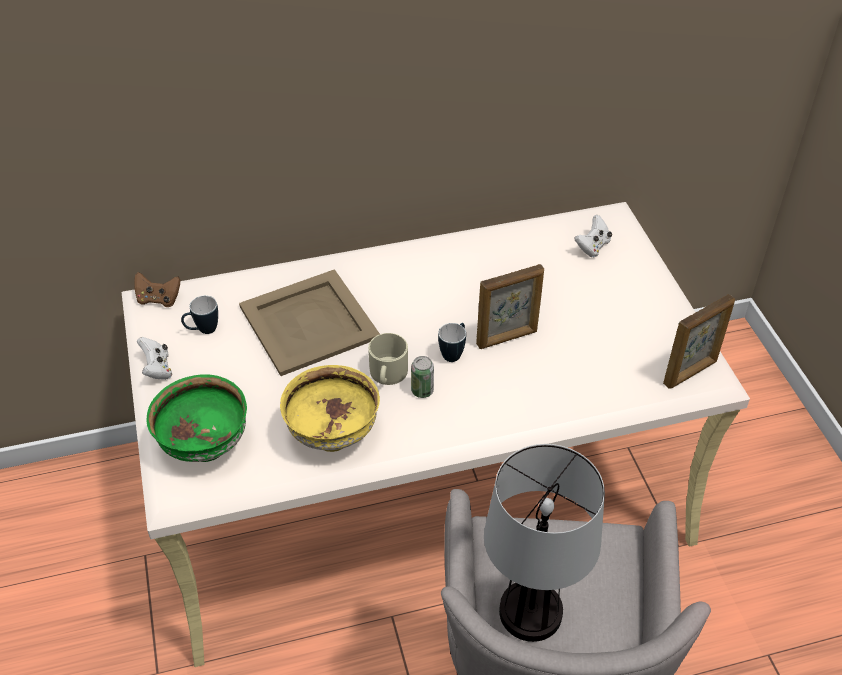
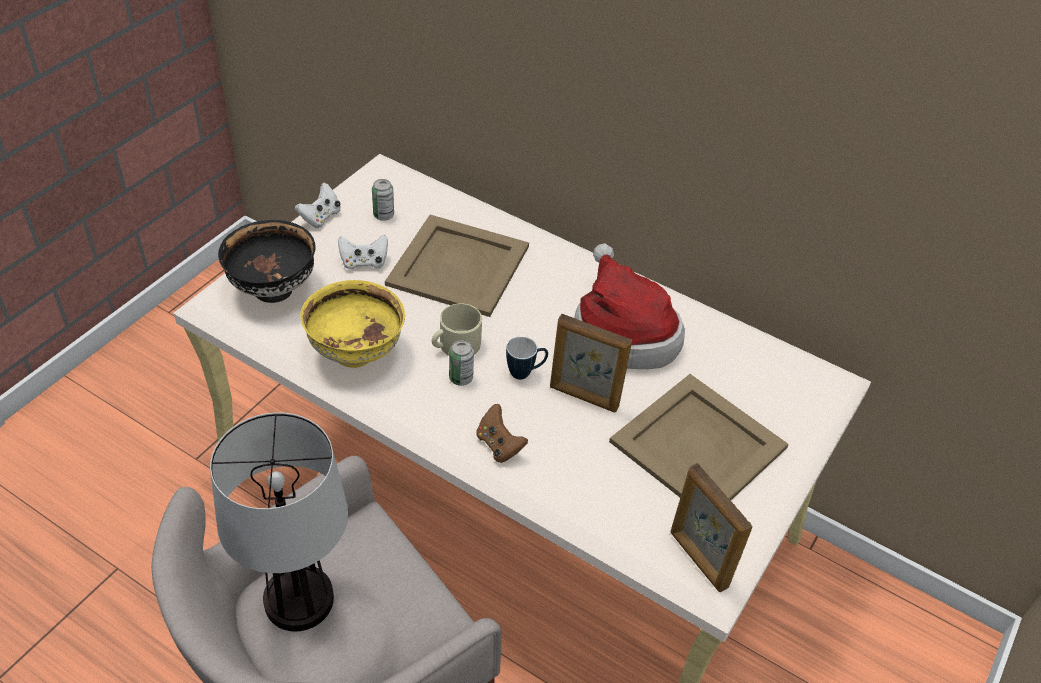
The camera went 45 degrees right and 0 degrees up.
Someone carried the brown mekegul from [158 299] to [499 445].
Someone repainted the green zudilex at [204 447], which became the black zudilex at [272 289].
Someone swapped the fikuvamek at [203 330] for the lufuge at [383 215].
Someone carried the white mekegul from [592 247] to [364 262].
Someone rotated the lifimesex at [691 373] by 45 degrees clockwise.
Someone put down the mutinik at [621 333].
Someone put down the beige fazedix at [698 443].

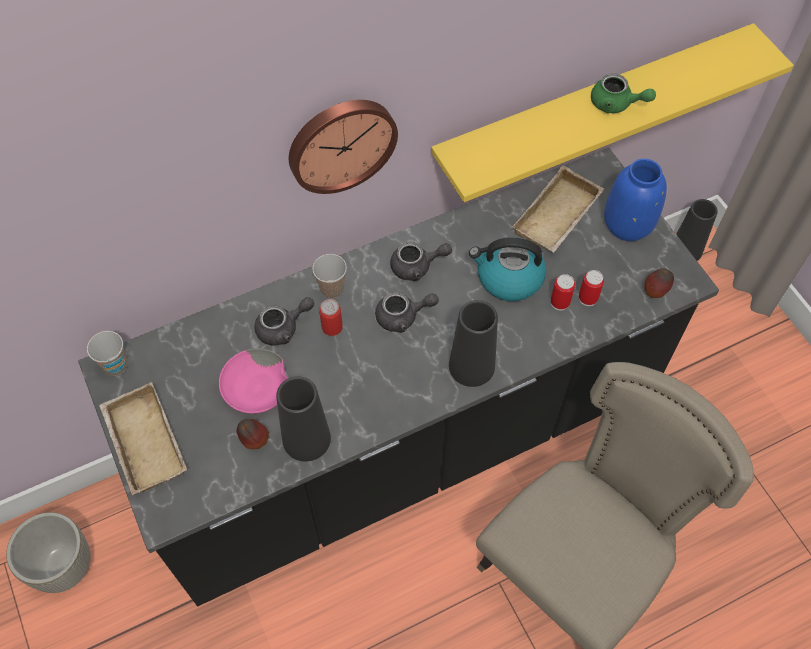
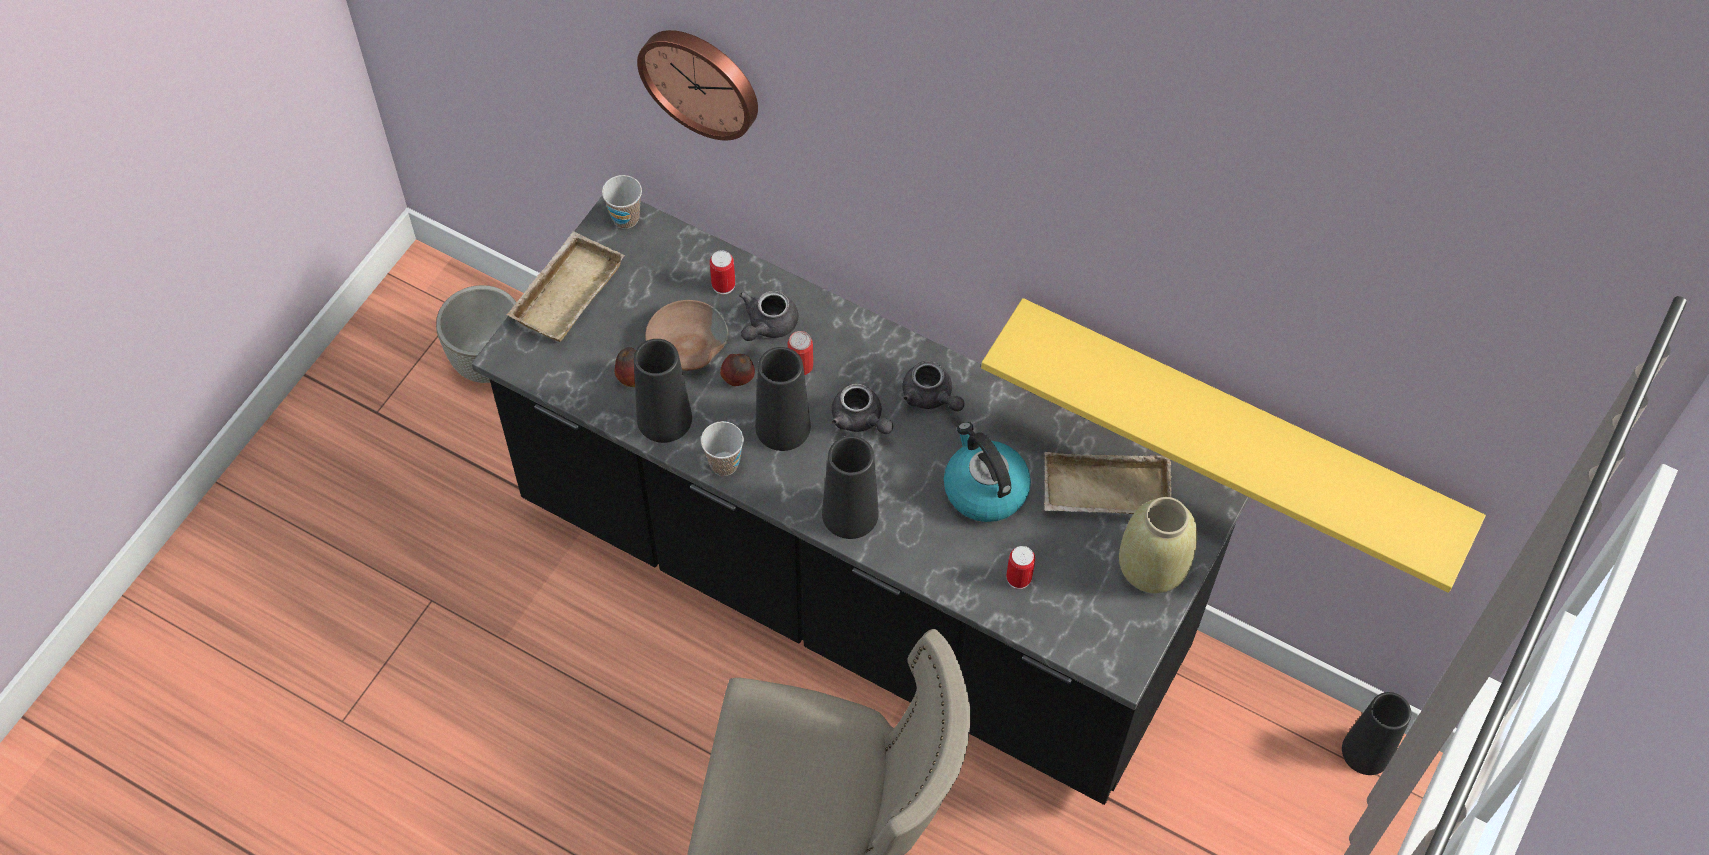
The camera went 55 degrees right and 0 degrees up.
Someone repainted the pink zudilex at [256 389], which became the brown zudilex at [686 345].
Someone rotated the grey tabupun at [283 328] by 90 degrees clockwise.
Someone carried the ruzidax from [340 143] to [701 80].
Someone carried the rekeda from [332 289] to [724 463].
Someone carried the lufuge from [560 302] to [723 285].
Someone took away the green tabupun at [616 104].
Someone repainted the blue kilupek at [627 225], which became the beige kilupek at [1150 567].
Someone carried the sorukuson from [655 292] to [738 380].
Someone put down the black kilupek at [783 427].

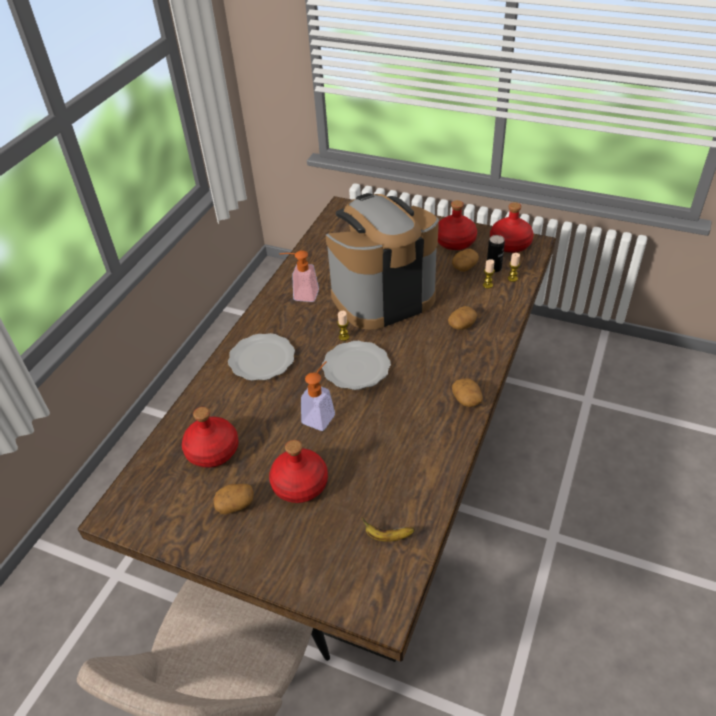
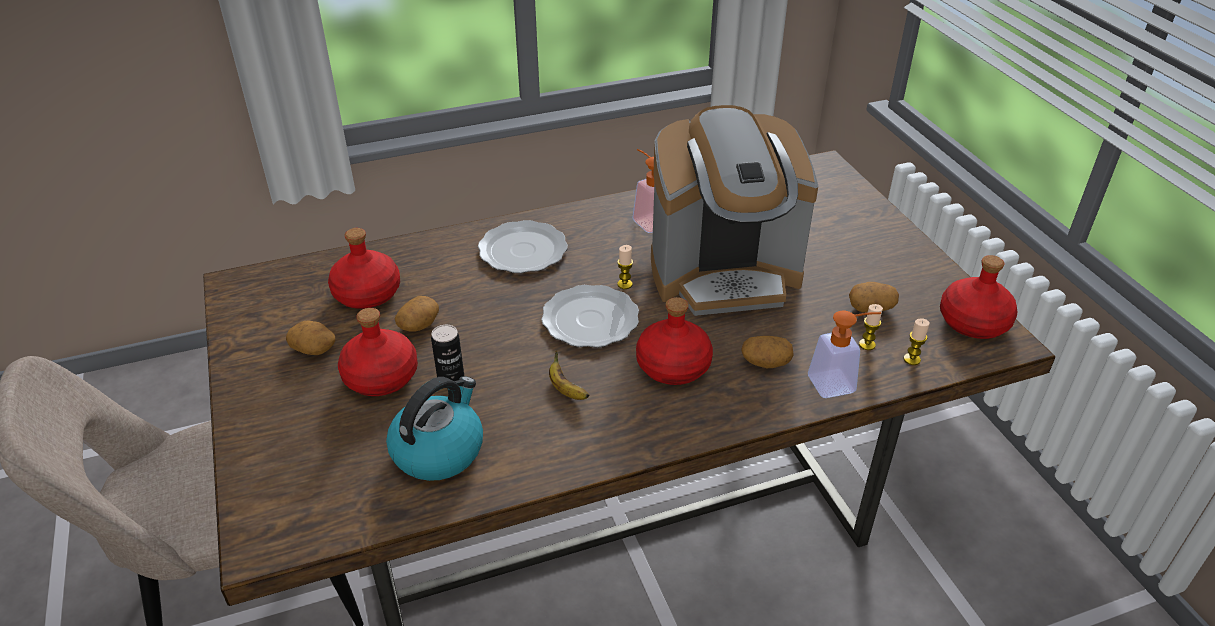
The camera went 45 degrees right and 5 degrees down.
Someone carried the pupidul from [321 415] to [839 382].
Someone rotated the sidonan at [382 297] by 150 degrees clockwise.
Someone carried the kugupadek from [387 536] to [566 390].
Someone carried the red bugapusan from [454 241] to [673 365].
Someone carried the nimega from [467 399] to [419 324].
Someone carried the lufuge from [493 268] to [451 379].
Someone put down the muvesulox at [438 450].

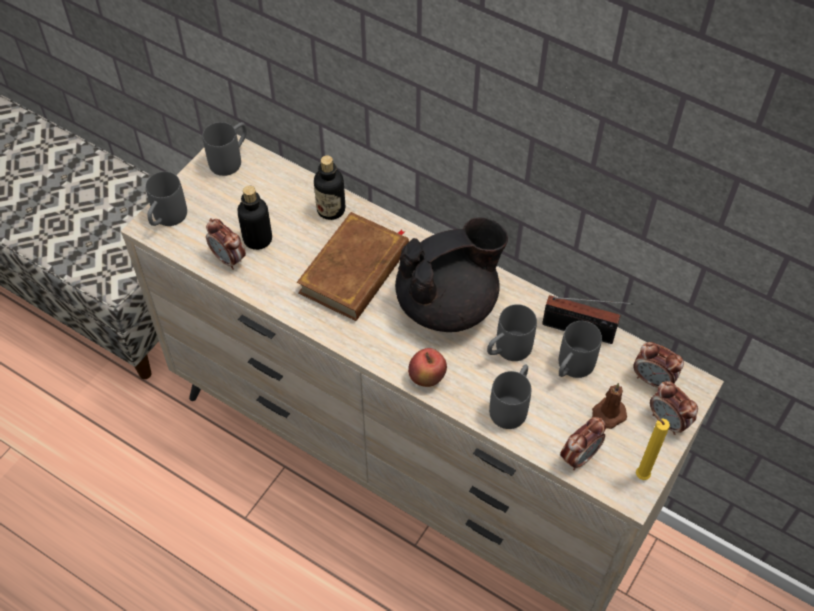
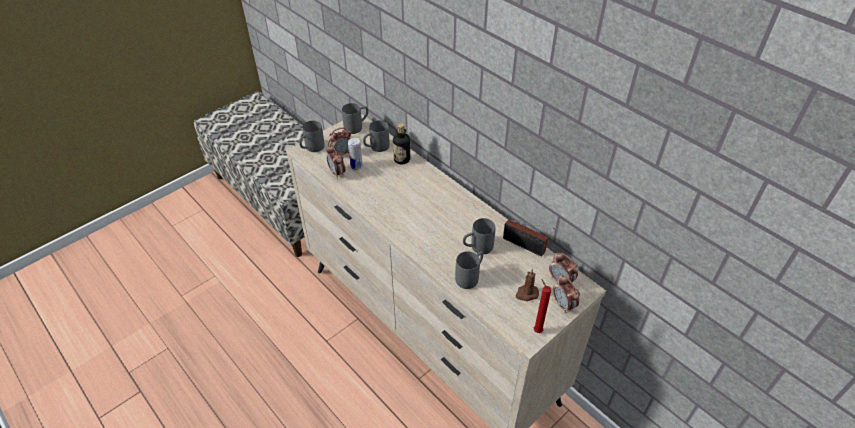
The camera went 15 degrees right and 10 degrees down.
Someone swapped the bugapusan at [257 239] for the lufuge at [356 166].
Someone took away the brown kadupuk at [355 271].
Someone took away the black tabupun at [448 303].
Someone took away the sorukuson at [427 378].
Someone carried the grey fikuvamek from [571 369] to [376 148].
Someone carried the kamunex from [579 456] to [341 153].
Someone repainted the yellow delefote at [639 474], which became the red delefote at [536 330].

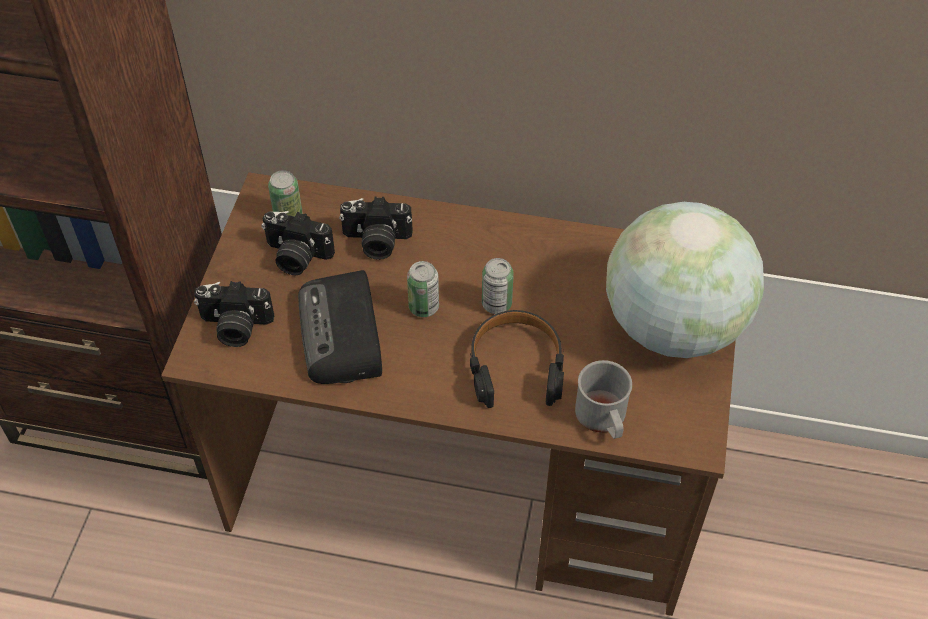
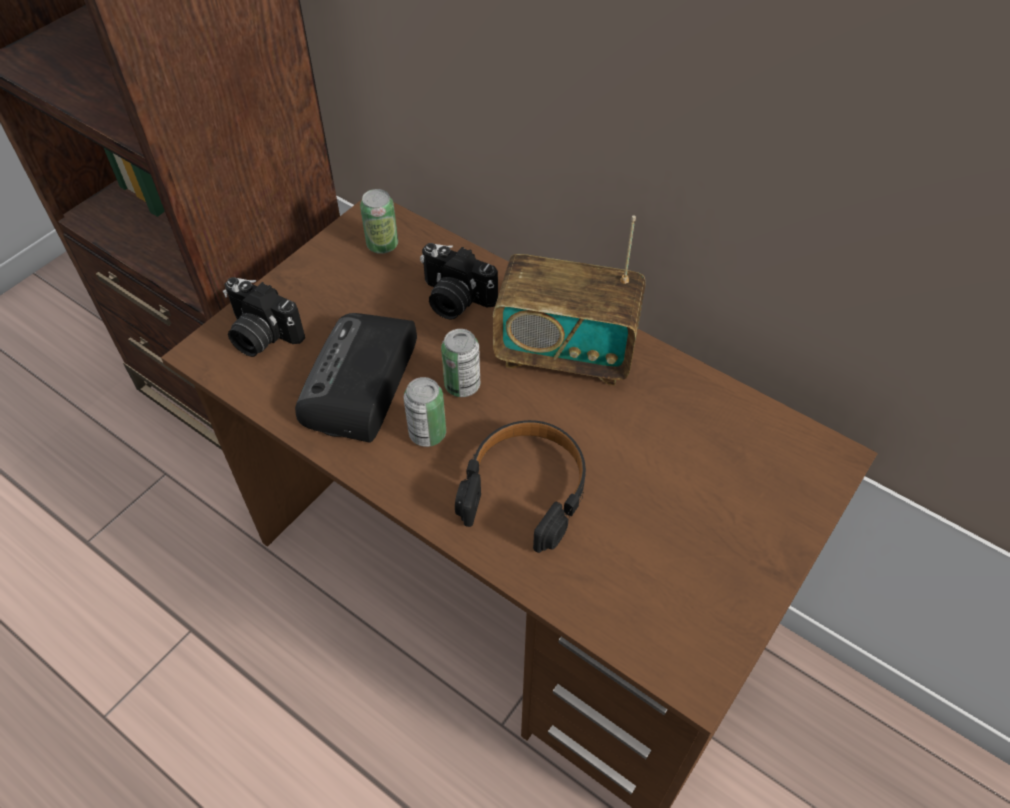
The camera went 25 degrees right and 0 degrees up.
Someone took away the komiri at [296 257].
Someone carried the lufuge from [496 304] to [427 433].
Someone took away the grey fikuvamek at [603 419].
Someone took away the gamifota at [672 326].
Someone put down the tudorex at [565 353].

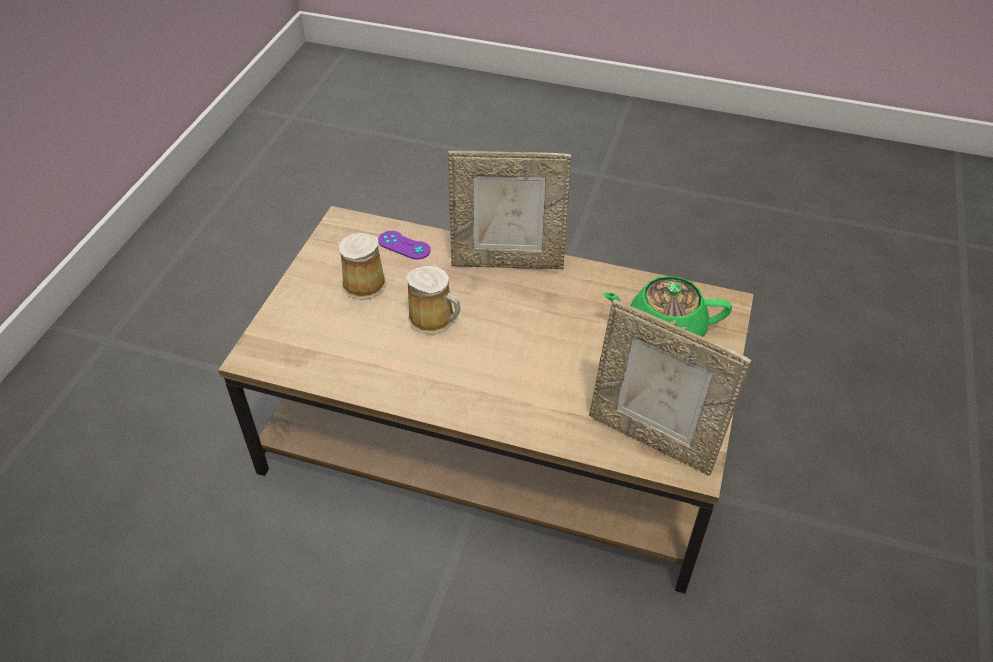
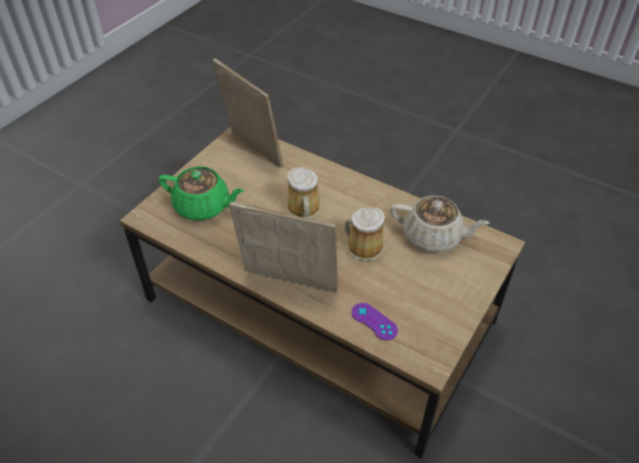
The camera went 165 degrees left and 0 degrees up.
Someone carried the fikuvamek from [363 282] to [304 210].
Someone put down the beige tabupun at [433 237].

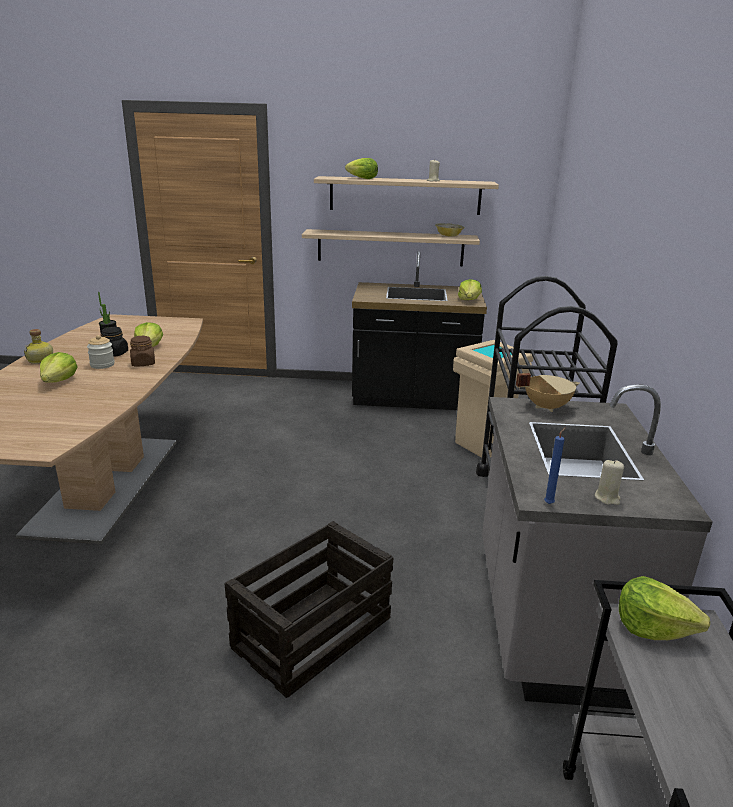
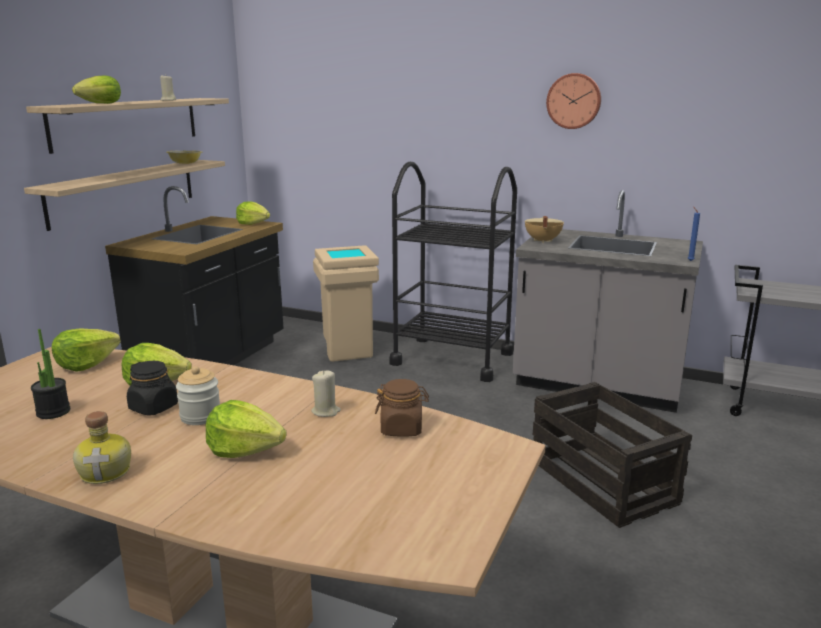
The camera went 70 degrees left and 5 degrees down.
Someone carried the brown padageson from [143 363] to [402 429].
Someone carried the beige delefote from [607 498] to [326 411].
Someone carried the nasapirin from [652 627] to [86 364].
Someone put up the ruzidax at [574 101].

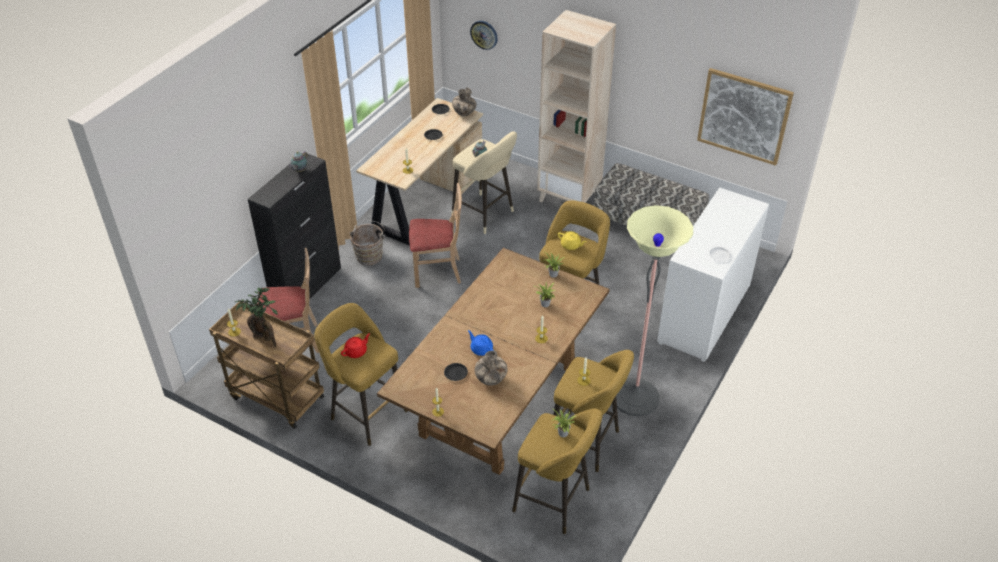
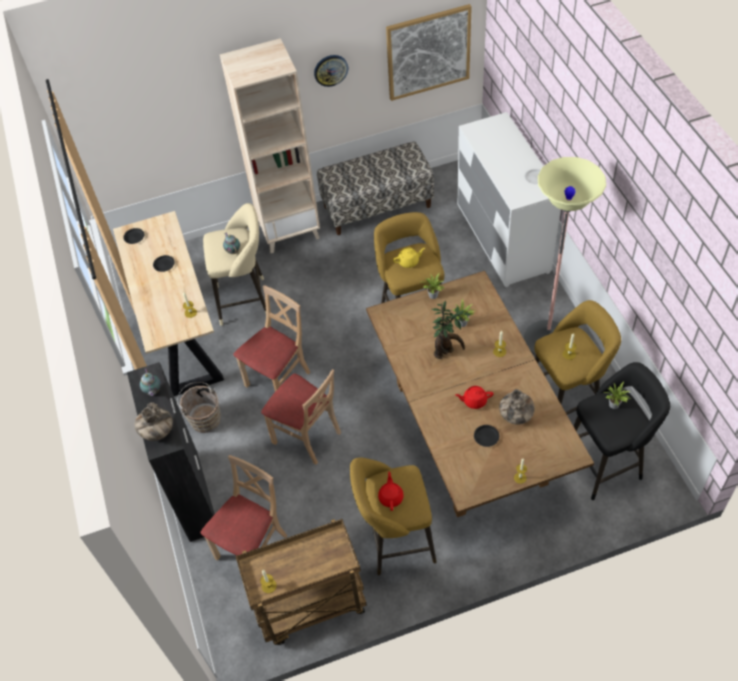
The camera went 45 degrees left and 10 degrees up.
Someone carried the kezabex from [265 338] to [446 352].
Someone carried the kilupek from [464 113] to [157 432].
Someone repainted the blue tabupun at [481 349], which became the red tabupun at [474 401].
Someone carried the ruzidax from [484 34] to [330 70].
Someone repainted the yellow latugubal at [555 502], which became the black latugubal at [606 463].
Someone put down the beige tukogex at [307 436].

